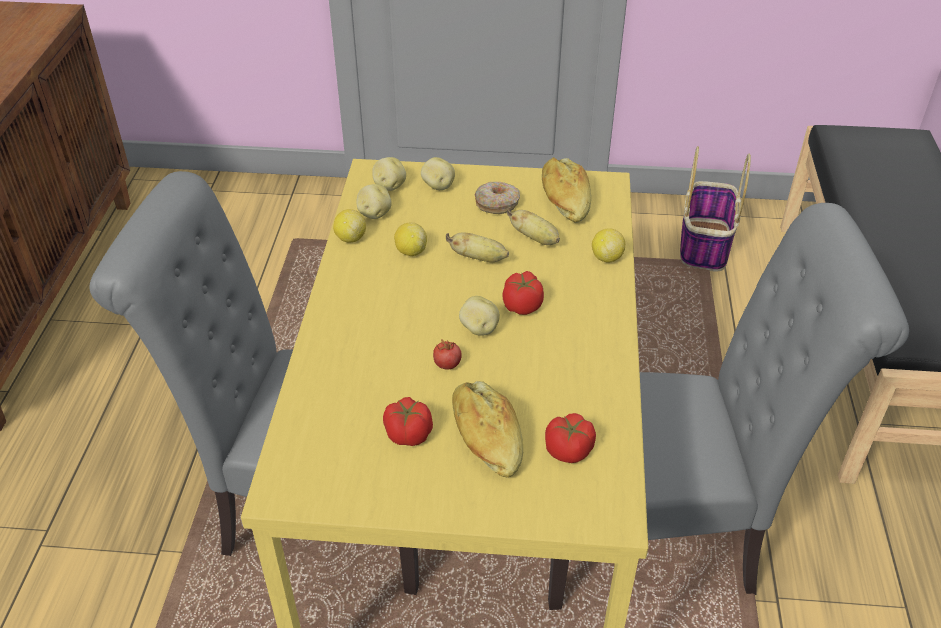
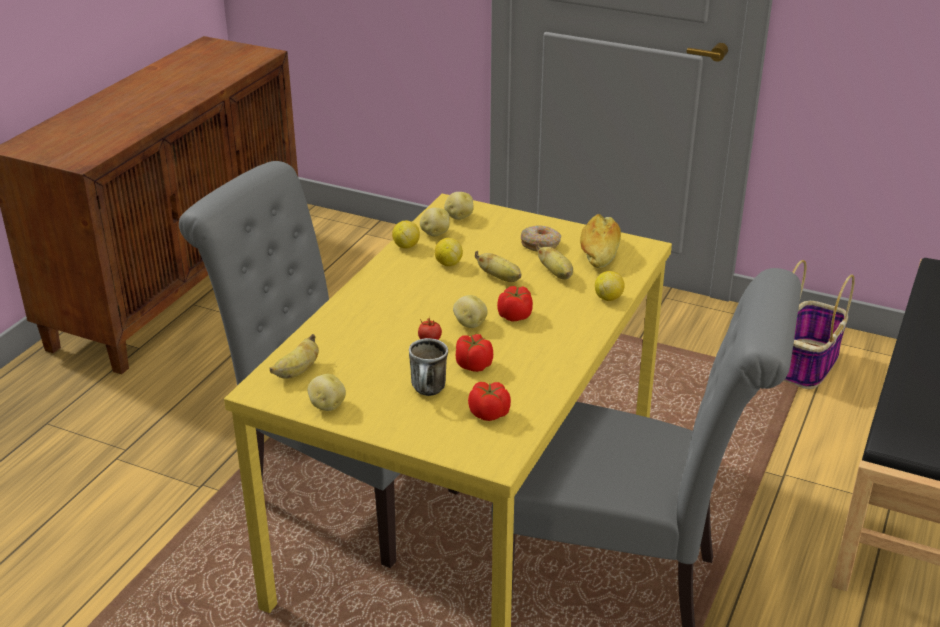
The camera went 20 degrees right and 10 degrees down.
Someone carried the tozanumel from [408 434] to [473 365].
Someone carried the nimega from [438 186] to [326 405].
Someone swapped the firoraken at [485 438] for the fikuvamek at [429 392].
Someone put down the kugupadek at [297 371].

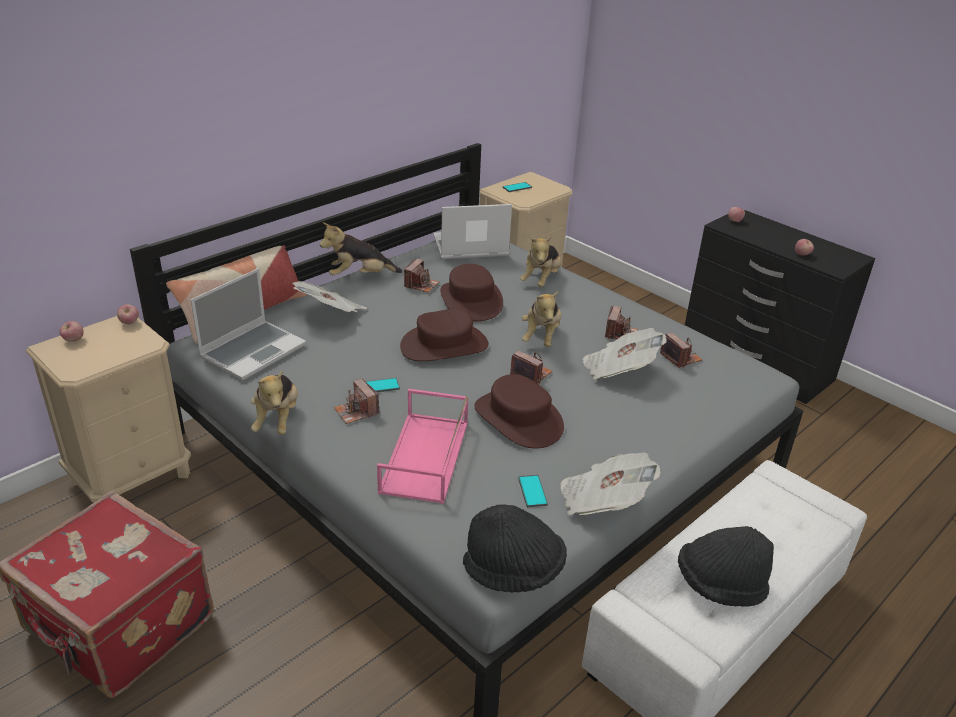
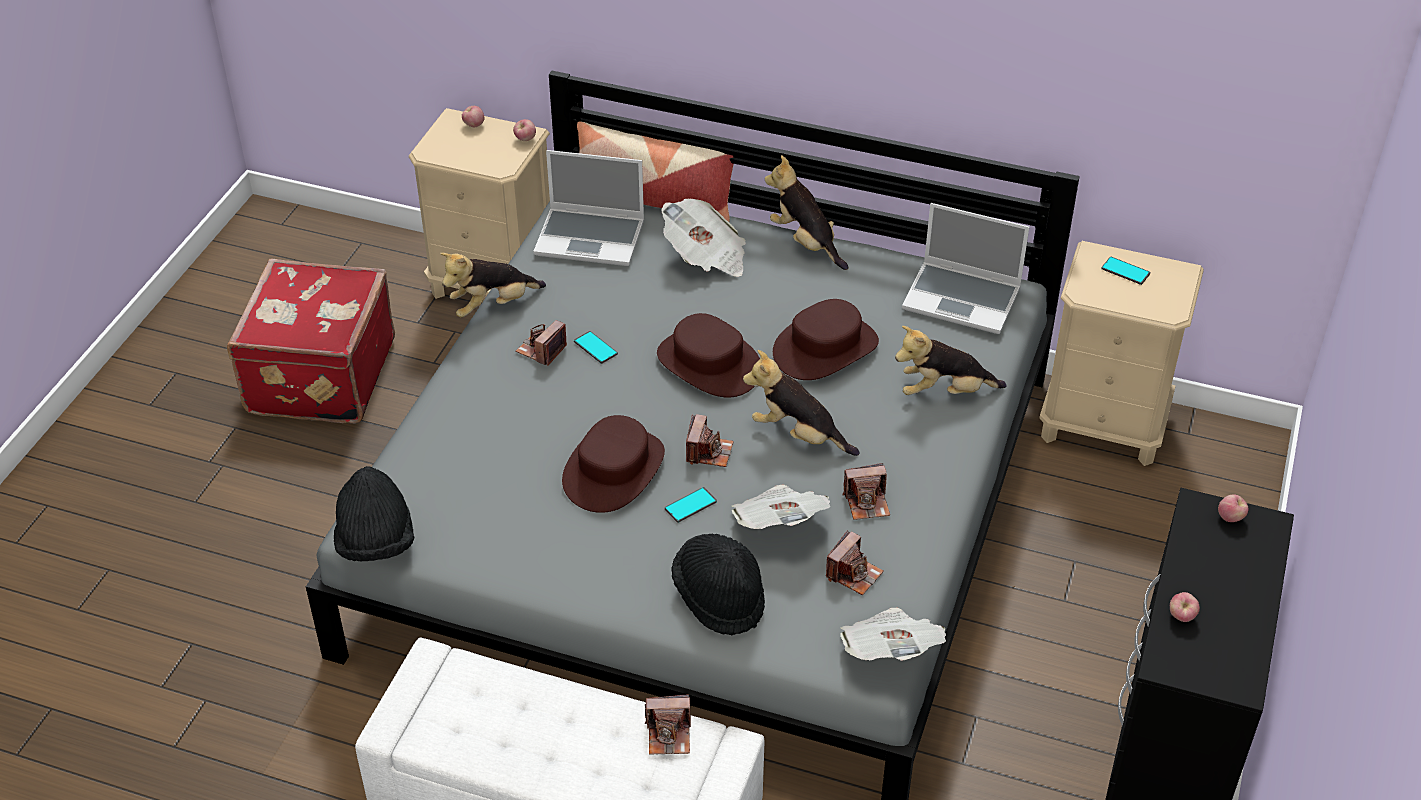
The camera went 65 degrees right and 10 degrees up.
Someone took away the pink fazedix at [426 457].
Someone carried the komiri from [421 285] to [669 735].
Someone rotated the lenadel at [469 247] by 150 degrees clockwise.
Someone carried the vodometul from [532 491] to [690 505].
Someone rotated the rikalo at [541 336] by 45 degrees clockwise.
Someone carried the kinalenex from [603 501] to [890 652].
Someone carried the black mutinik from [719 585] to [719 597].

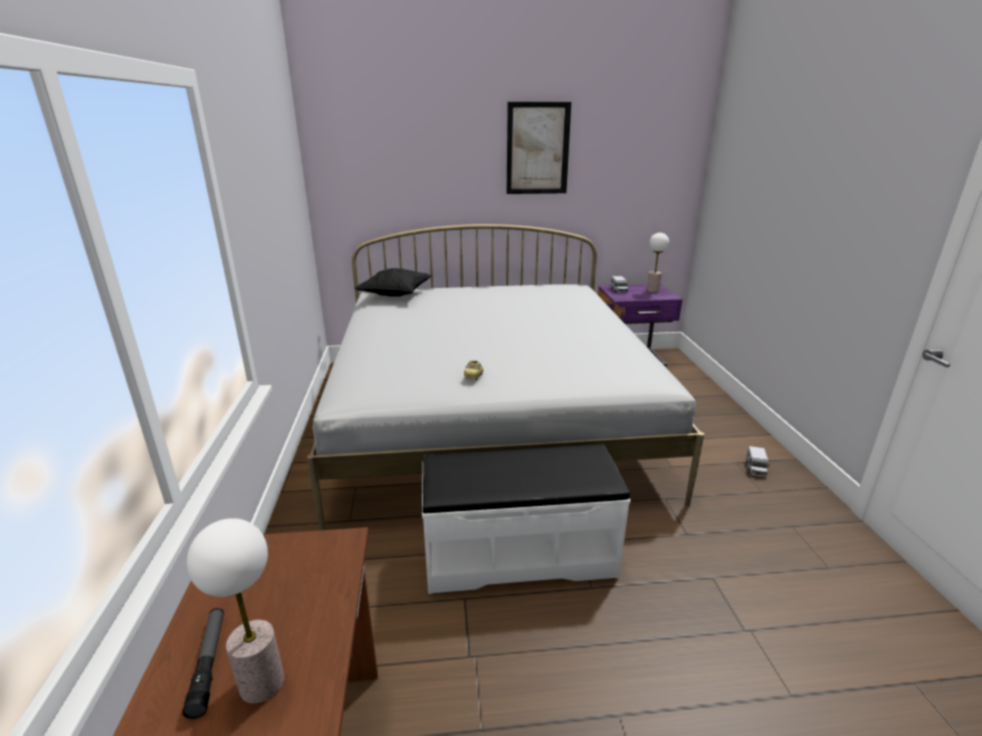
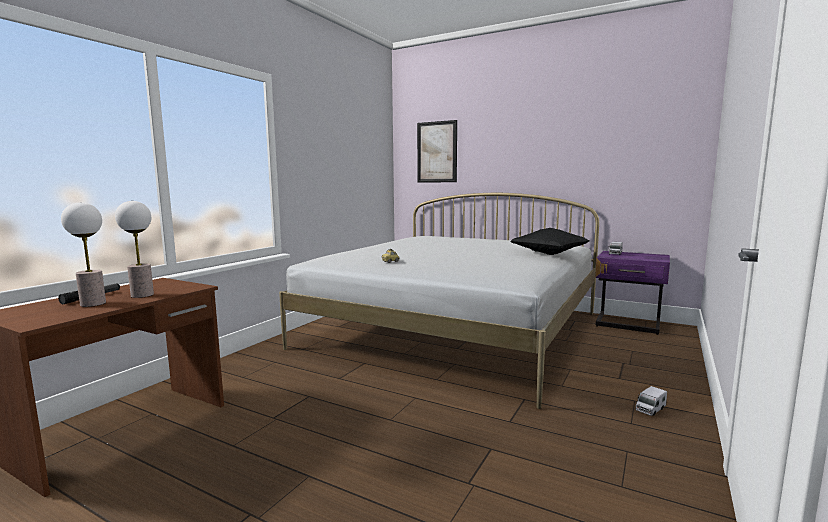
The camera went 35 degrees right and 15 degrees down.
Someone carried the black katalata from [395 295] to [549 254].
Someone took away the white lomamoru at [518 553].
Someone carried the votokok from [537 149] to [437 152].
Someone carried the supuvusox from [653 290] to [142 295].

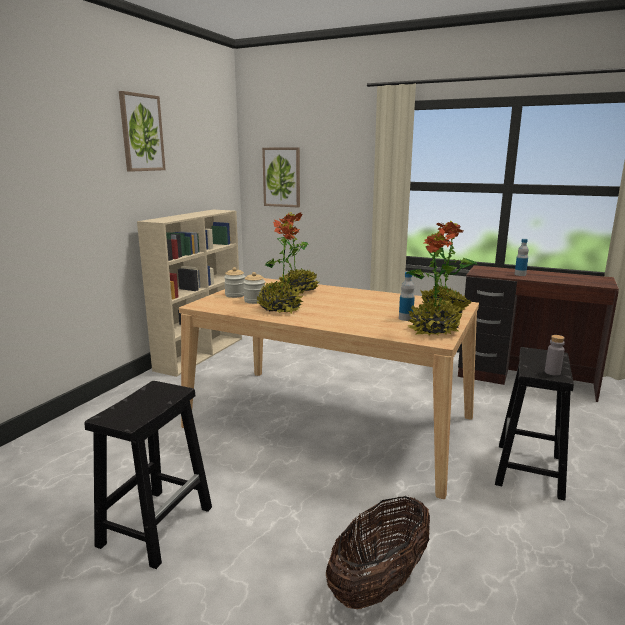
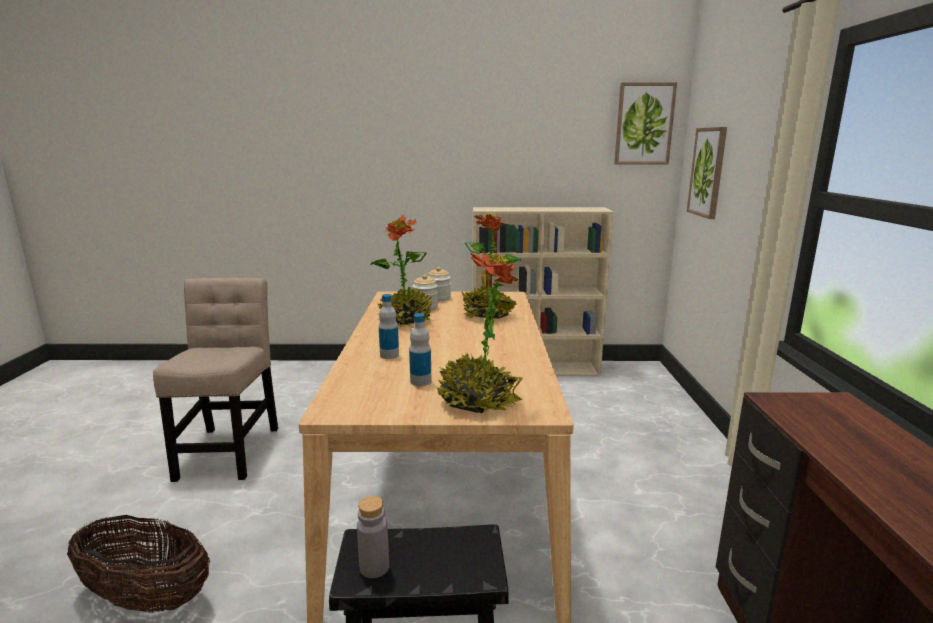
The camera went 65 degrees right and 0 degrees up.
Someone swapped the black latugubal at [157 525] for the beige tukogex at [230 449].
Someone carried the votokok from [141 133] to [644 124].
Someone took away the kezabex at [433 330].
Someone carried the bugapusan from [520 274] to [389 355].

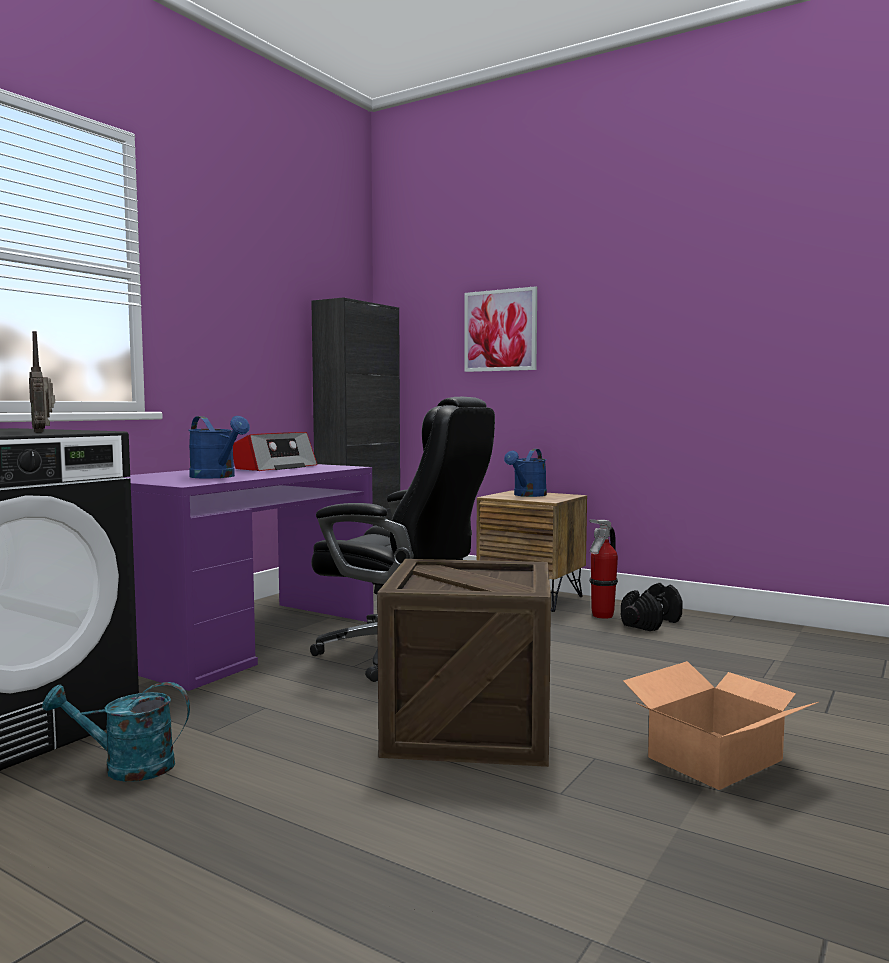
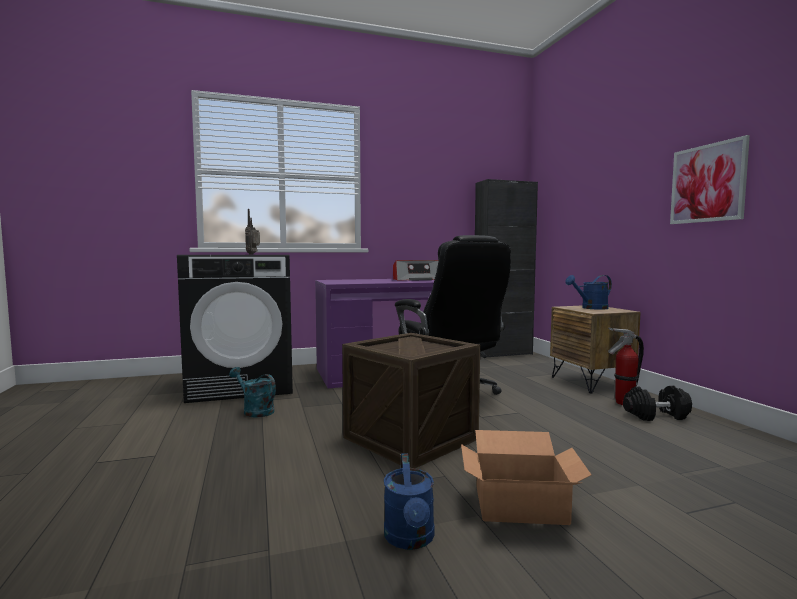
The camera went 40 degrees right and 0 degrees up.
Someone carried the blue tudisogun from [217 477] to [410 539].
Someone carried the votokok from [500 330] to [707 183].

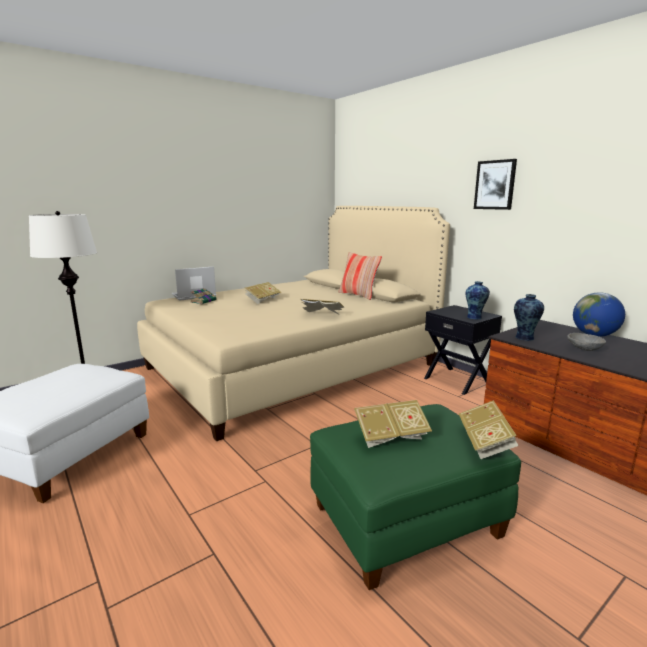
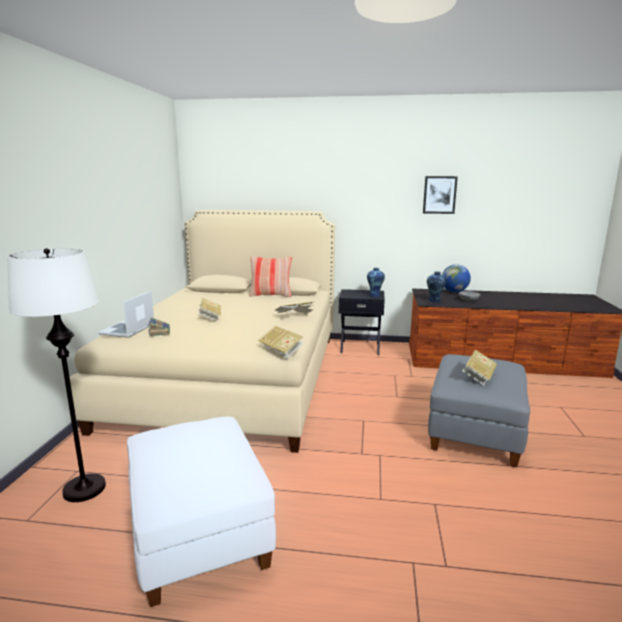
The camera went 45 degrees left and 0 degrees up.
Someone repainted the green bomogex at [406 522], which became the grey bomogex at [475 432].
Someone carried the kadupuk from [485 443] to [281 351].
Someone carried the votokok from [495 185] to [439 195].

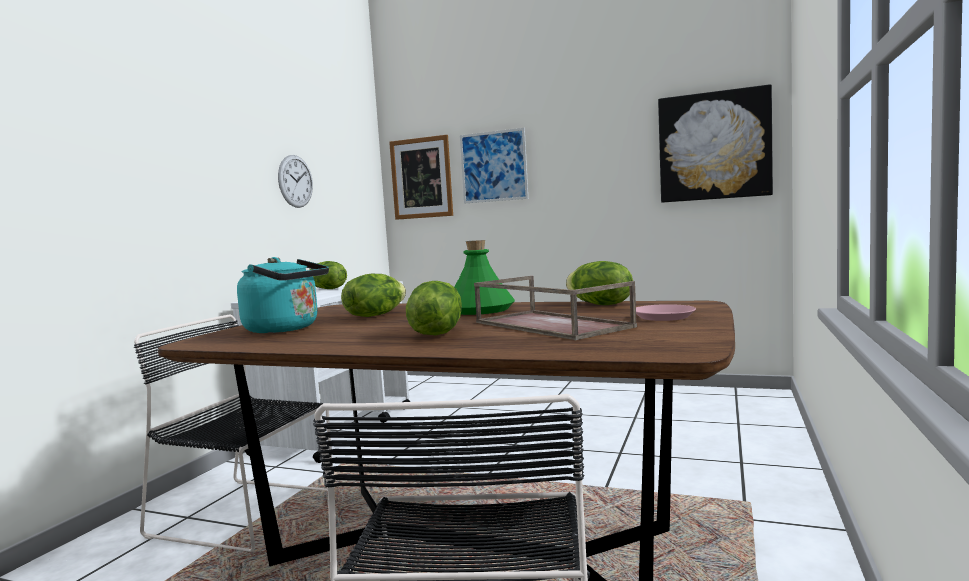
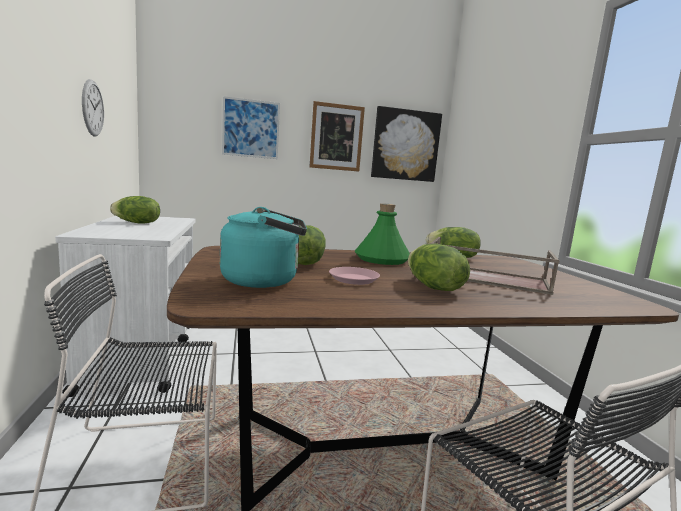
The camera went 35 degrees left and 5 degrees up.
Someone carried the votokok from [421 178] to [336 137].
Someone carried the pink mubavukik from [664 317] to [354 279].

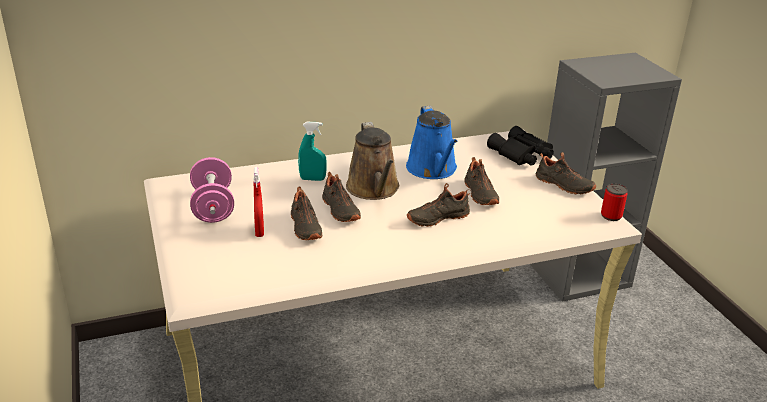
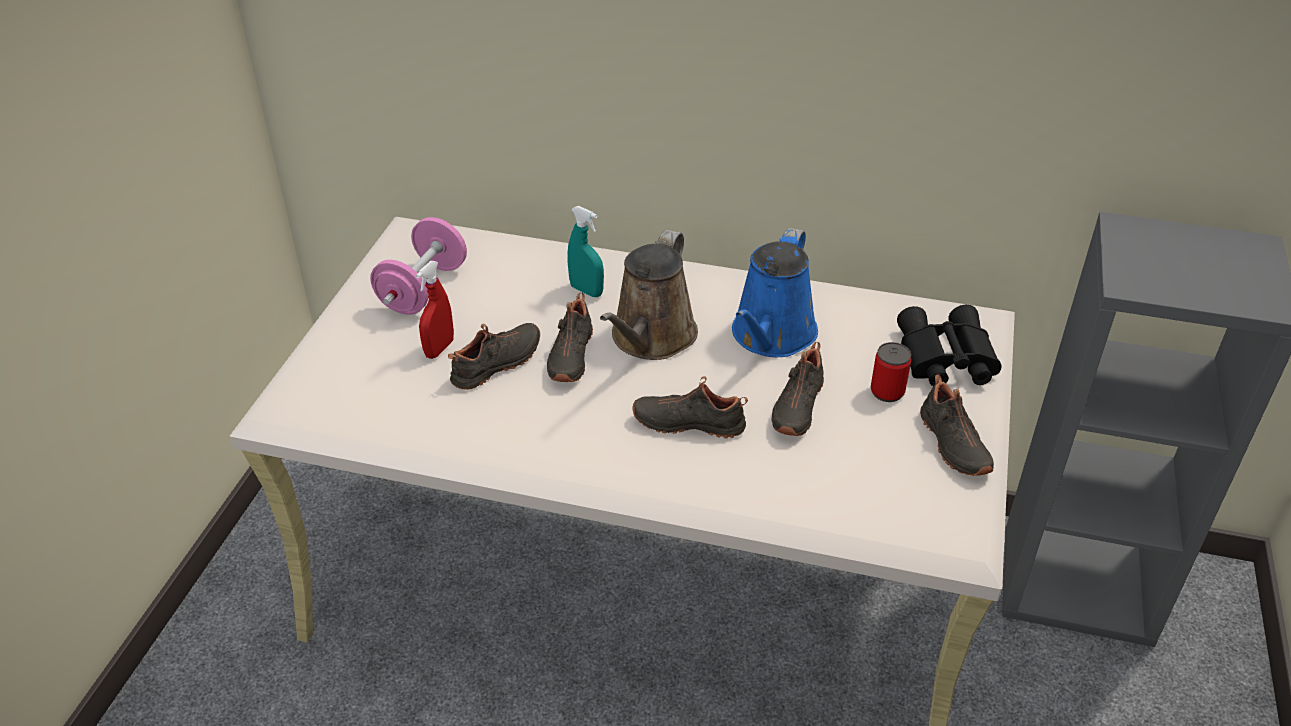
The camera went 35 degrees right and 10 degrees up.
Someone rotated the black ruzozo at [304 227] by 150 degrees counterclockwise.
Someone carried the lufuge from [611 216] to [887 392].

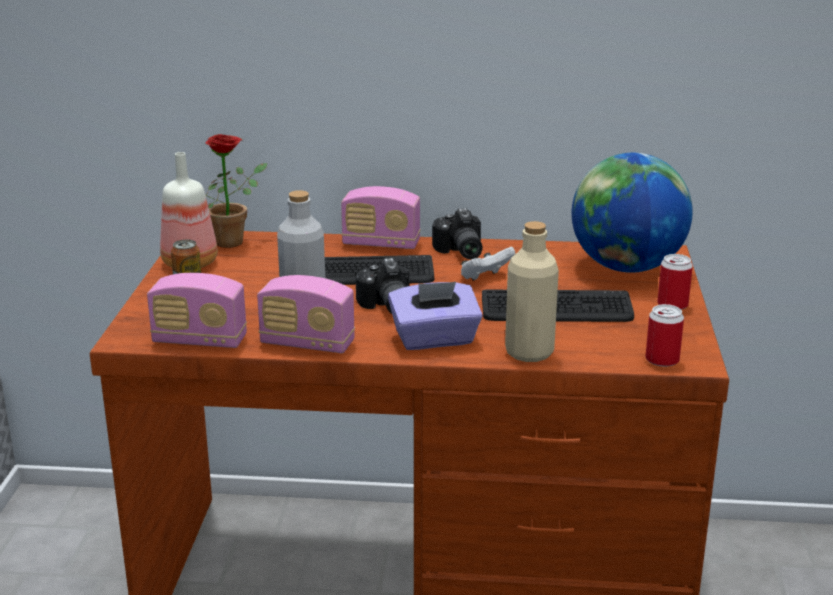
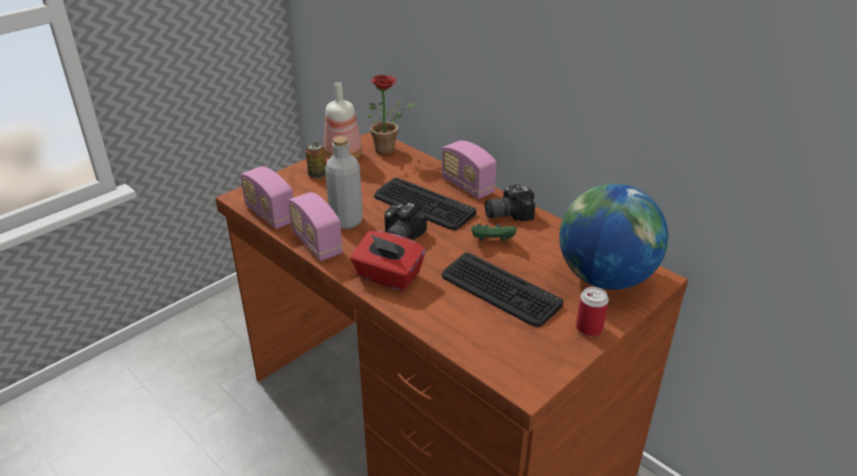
The camera went 40 degrees right and 10 degrees up.
Someone repainted the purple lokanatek at [435 339], which became the red lokanatek at [388 276].
Someone rotated the komiri at [459 252] by 45 degrees clockwise.
Someone repainted the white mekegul at [485 277], which became the green mekegul at [492 242].
Someone took away the beige bugapusan at [529 352].
Someone took away the lufuge at [662 360].

